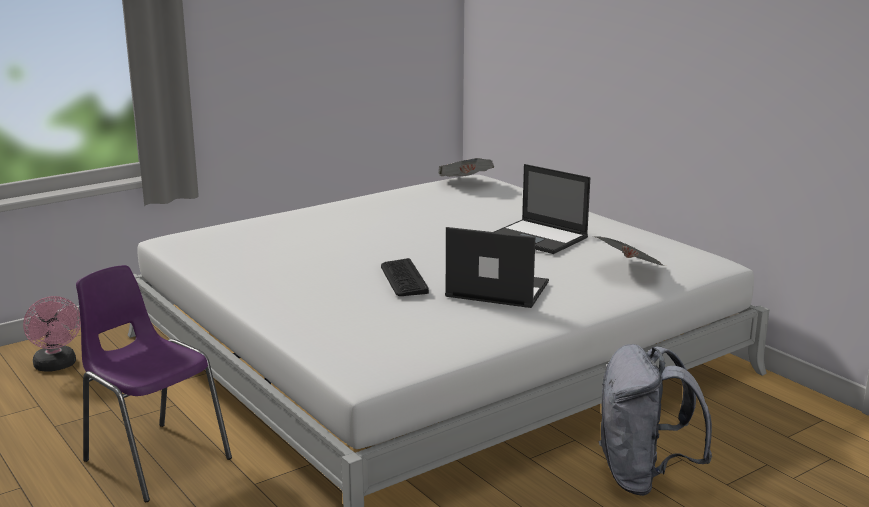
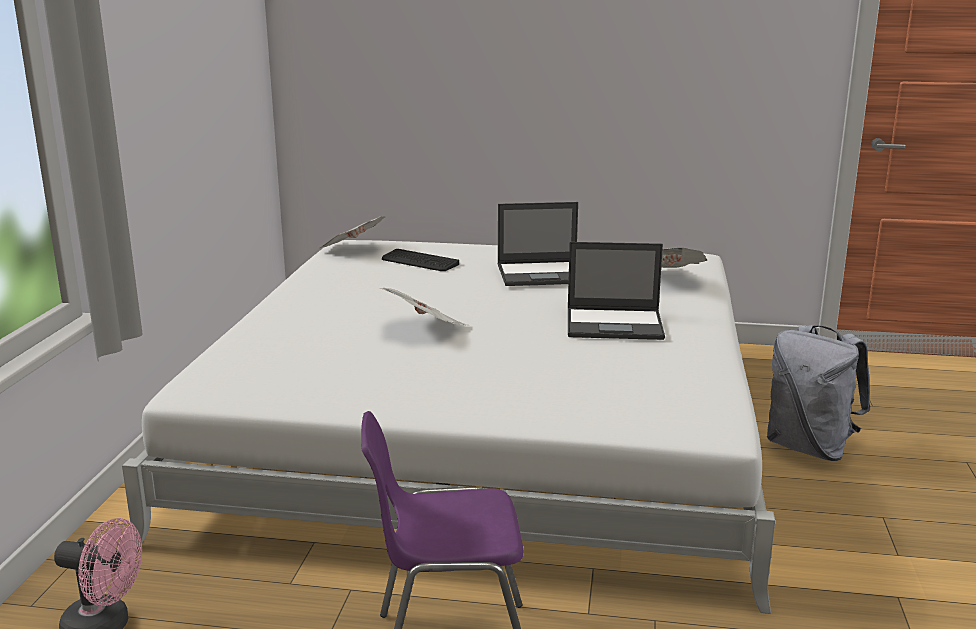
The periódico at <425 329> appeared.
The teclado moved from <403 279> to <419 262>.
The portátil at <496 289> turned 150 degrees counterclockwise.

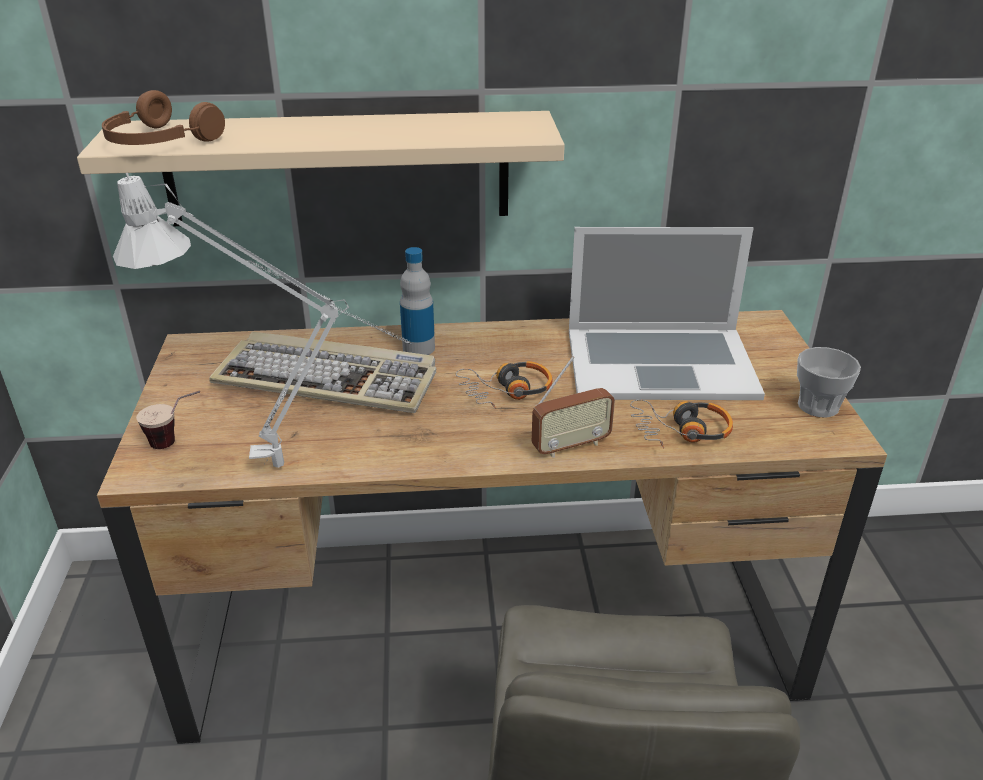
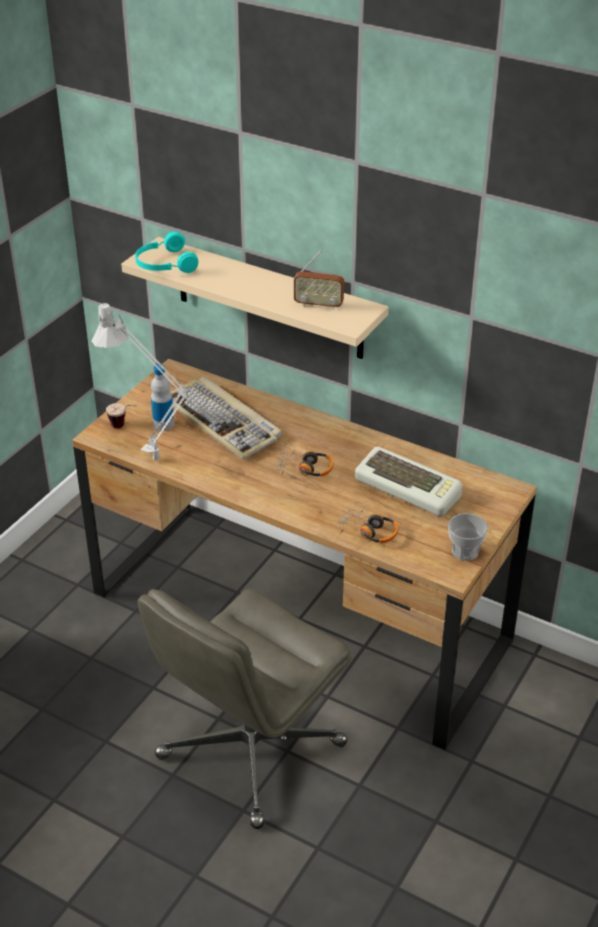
The botella moved from <418 348> to <163 424>.
The radio moved from <570 446> to <318 305>.
The portátil at <659 363> was replaced by the teclado at <409 487>.
The auriculares [marrón] at <158 142> became the auriculares [turquesa] at <164 264>.

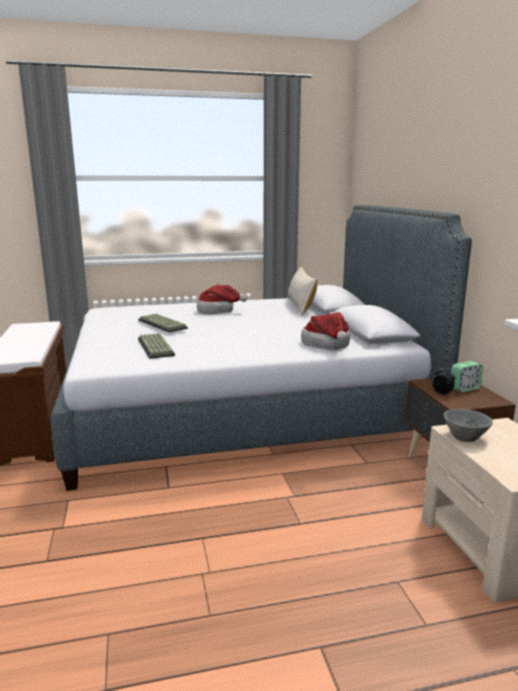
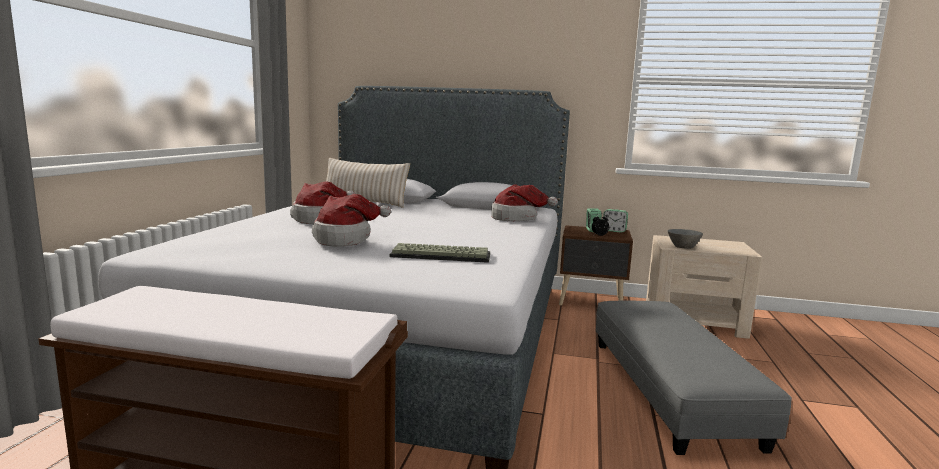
The puf [gris] at <669 390> appeared.
The despertador at <614 231> appeared.
The teclado at <163 324> was replaced by the sombrero at <346 239>.

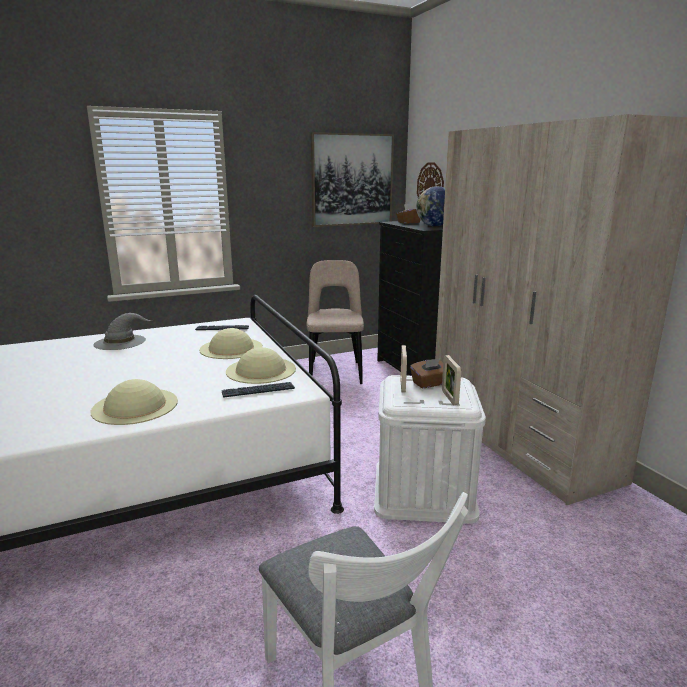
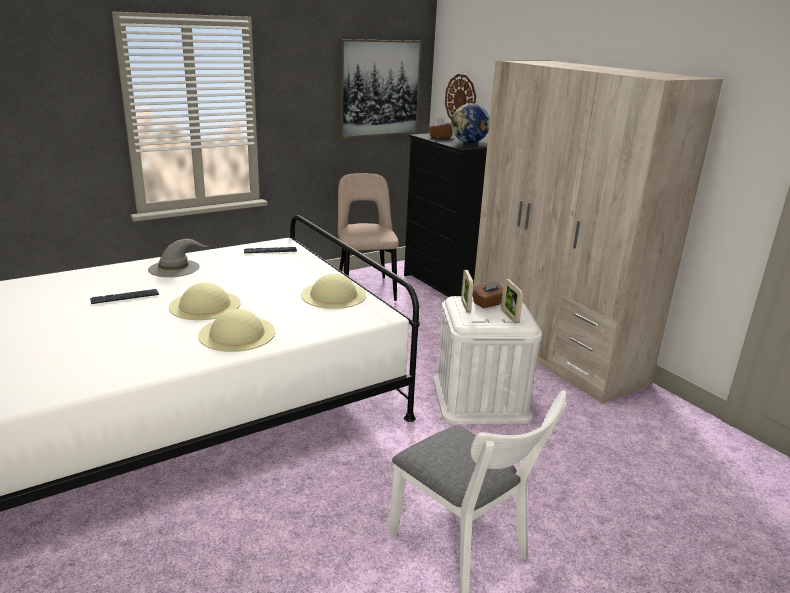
The sombrero [beis] moved from <231 348> to <205 305>.
The teclado moved from <258 391> to <125 297>.

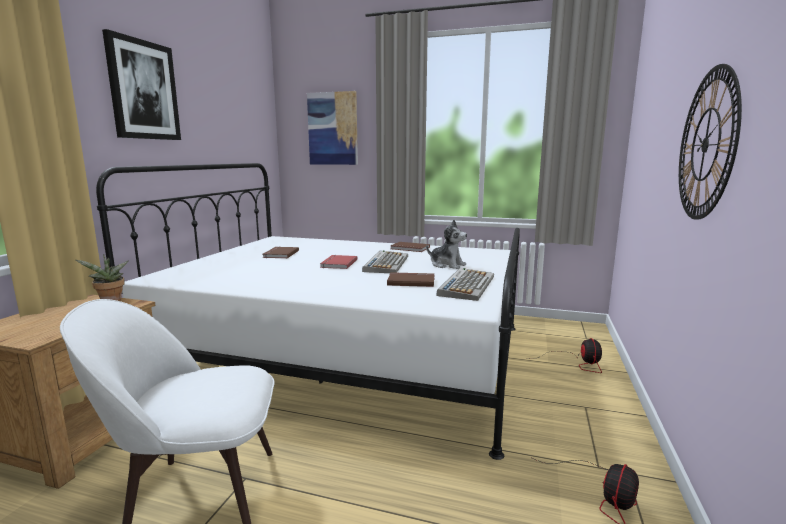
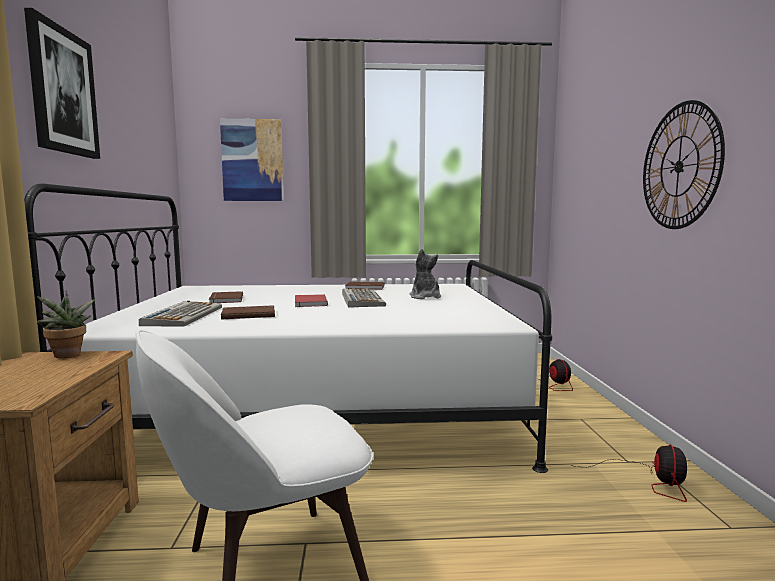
The libro [marrón] moved from <411 281> to <248 314>.
The teclado moved from <466 285> to <183 315>.
The peluche at <447 265> turned 120 degrees counterclockwise.

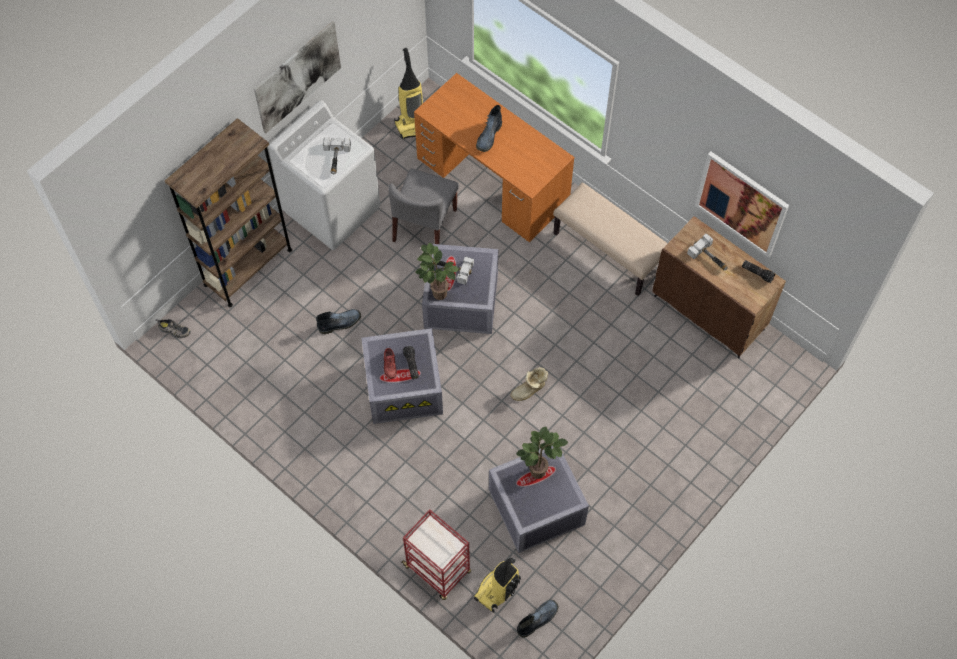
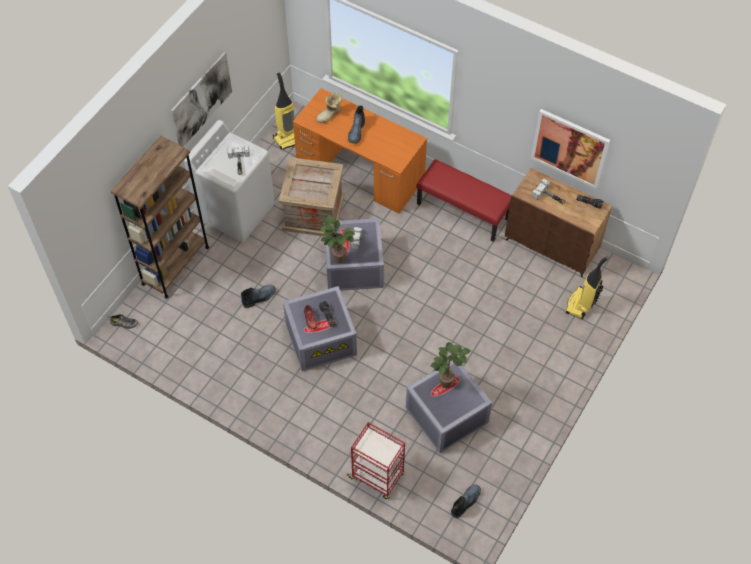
The aspiradora moved from <498 590> to <581 304>.
The bota moved from <529 390> to <330 115>.
The silla [gris] at <425 226> was replaced by the caja de embalaje at <313 213>.
The banco [beis] at <609 251> became the banco [rojo] at <463 211>.

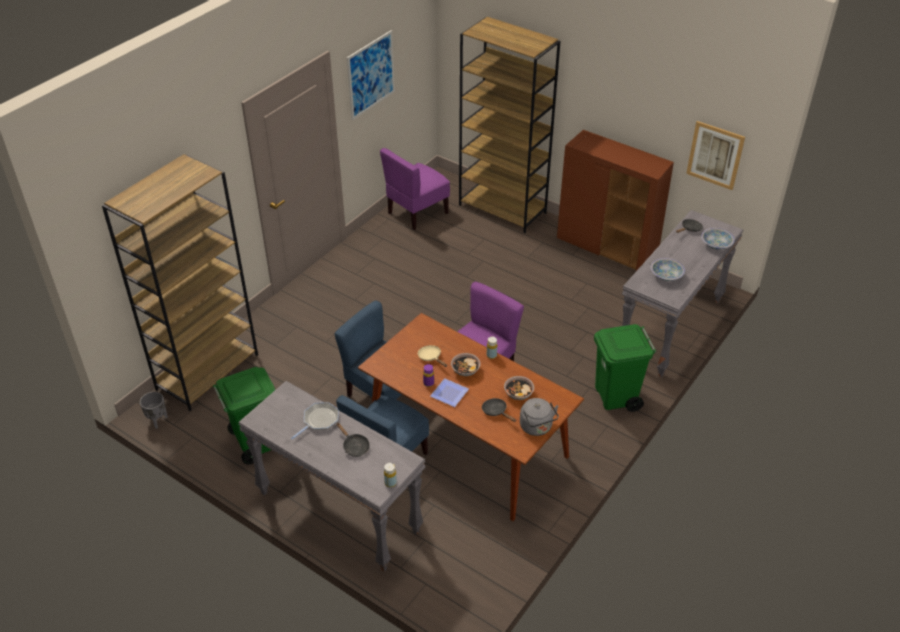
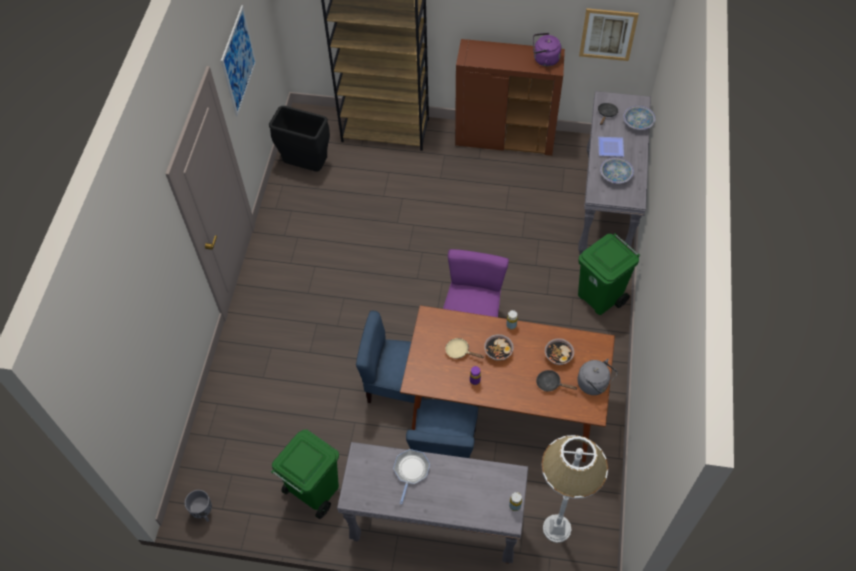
The estantería [marrón] at <208 371> disappeared.
The sartén [negro] at <354 446> disappeared.
The hervidor [morado] at <544 59> appeared.
The lámpara de pie [blanco] at <556 529> appeared.
The plato moved from <448 394> to <609 148>.
The silla [morado] at <417 213> was replaced by the papelera [negro] at <306 167>.

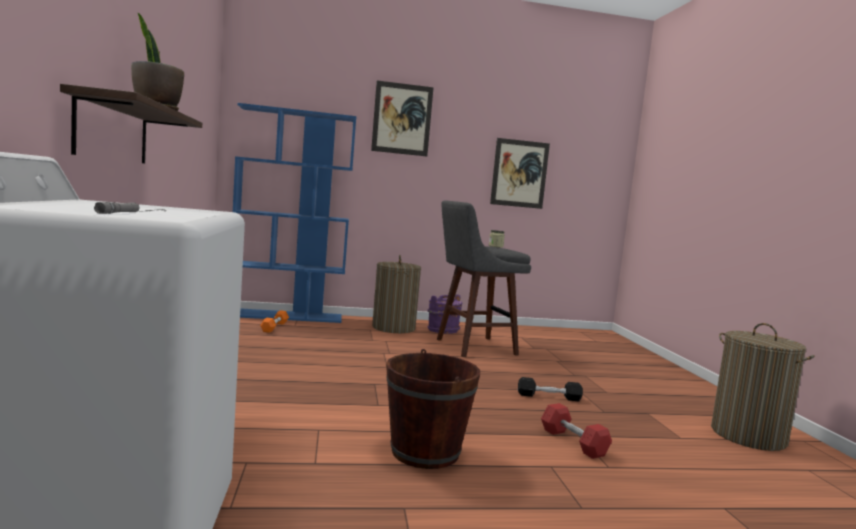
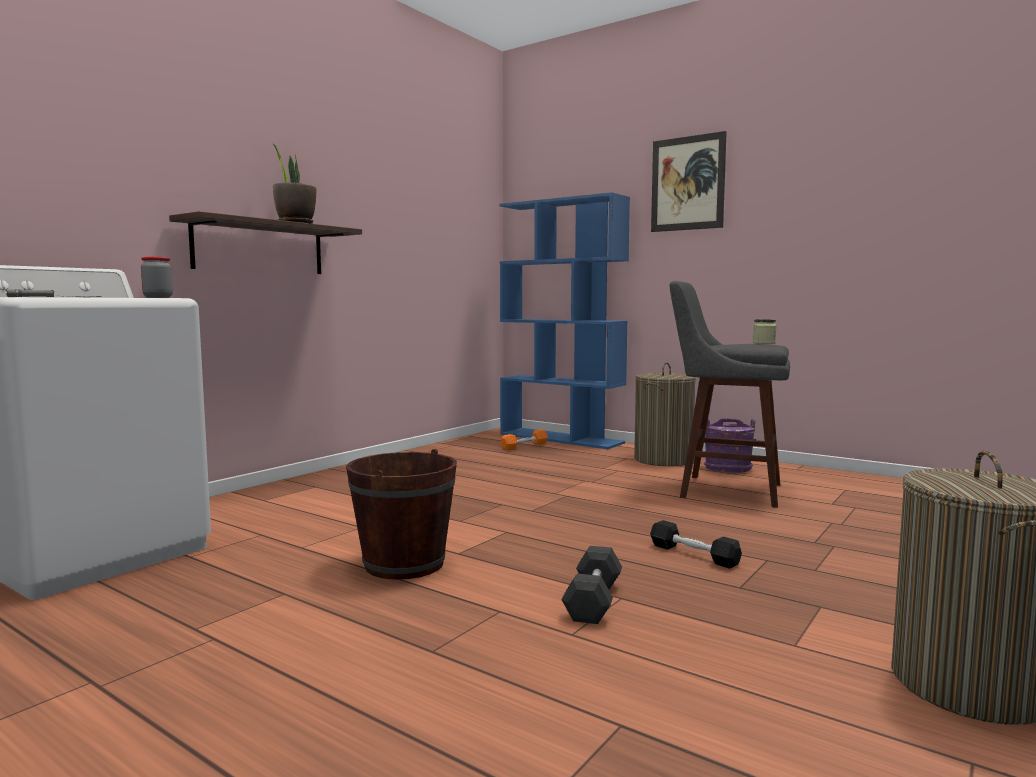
The cuadro at <519 173> disappeared.
The tarro at <158 297> appeared.
The mancuerna [rojo] at <573 442> became the mancuerna [gris] at <593 601>.

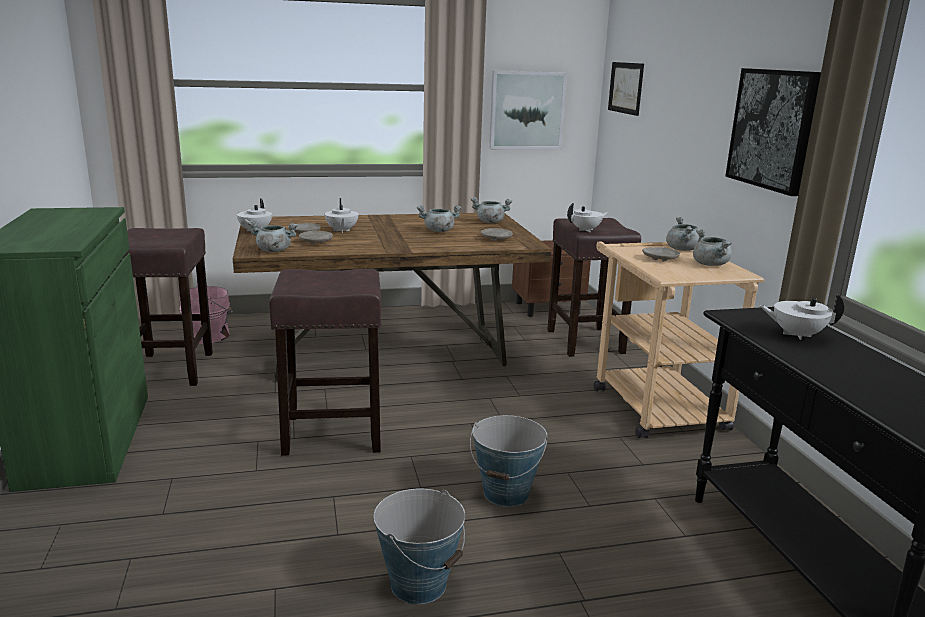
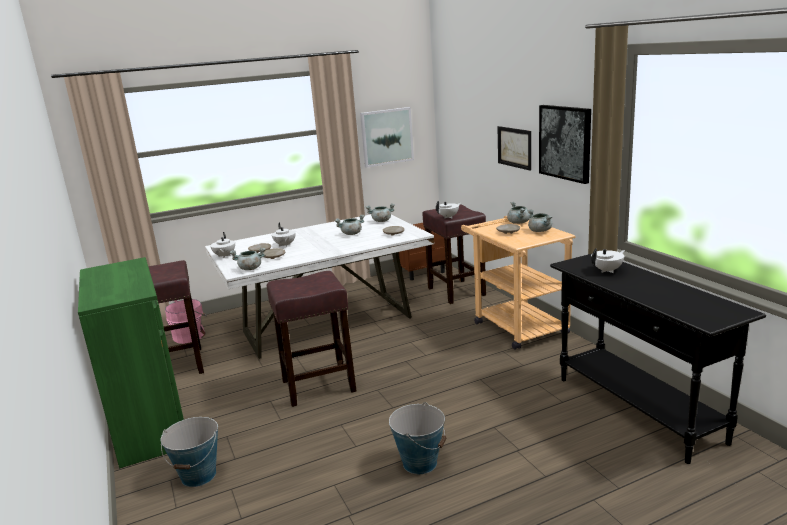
The cubo moved from <506 493> to <199 475>.
The cuadro moved from <626 88> to <514 147>.
The mesa de comedor [marrón] at <387 354> became the mesa de comedor [blanco] at <326 325>.
The tetera [blanco] at <796 335> turned 150 degrees clockwise.

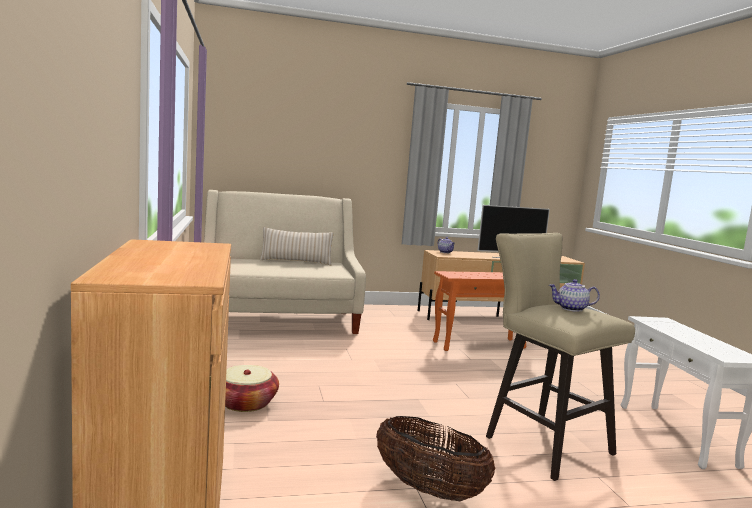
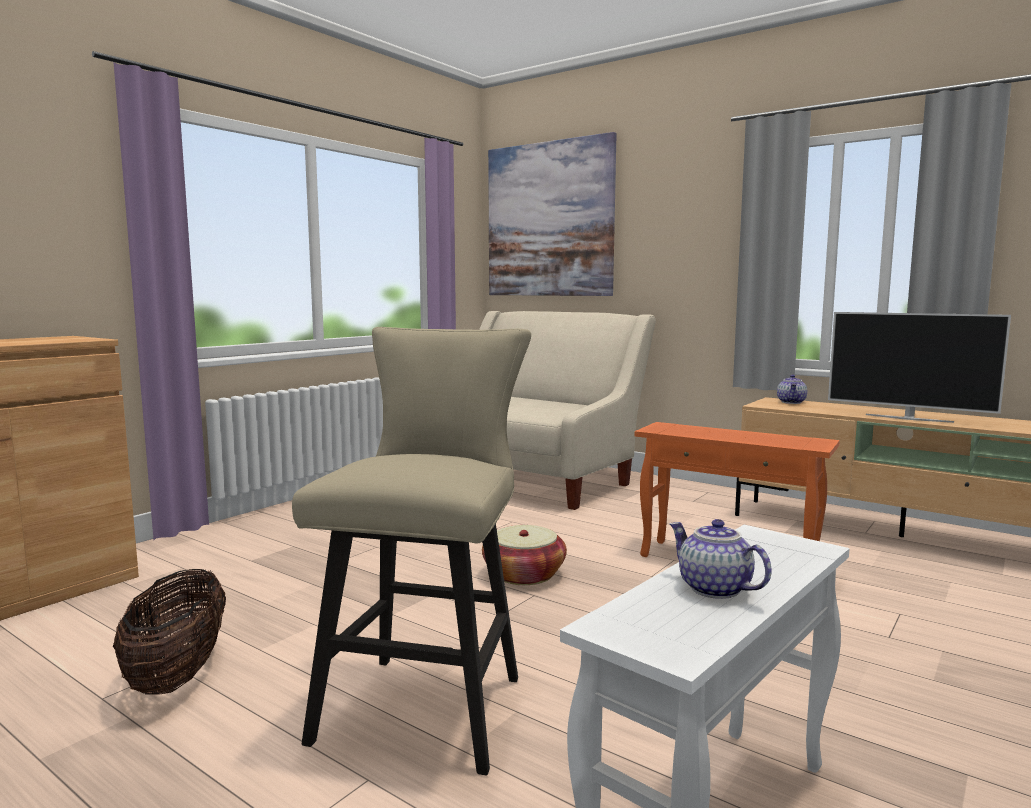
The cojín [beis] at <296 261> disappeared.
The cuadro at <549 220> appeared.
The cesta moved from <245 403> to <524 575>.
The tetera moved from <571 309> to <713 589>.

